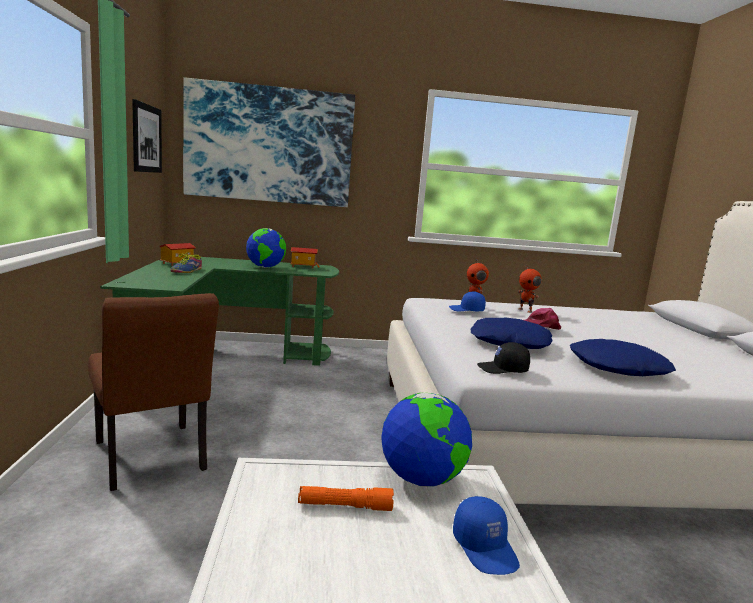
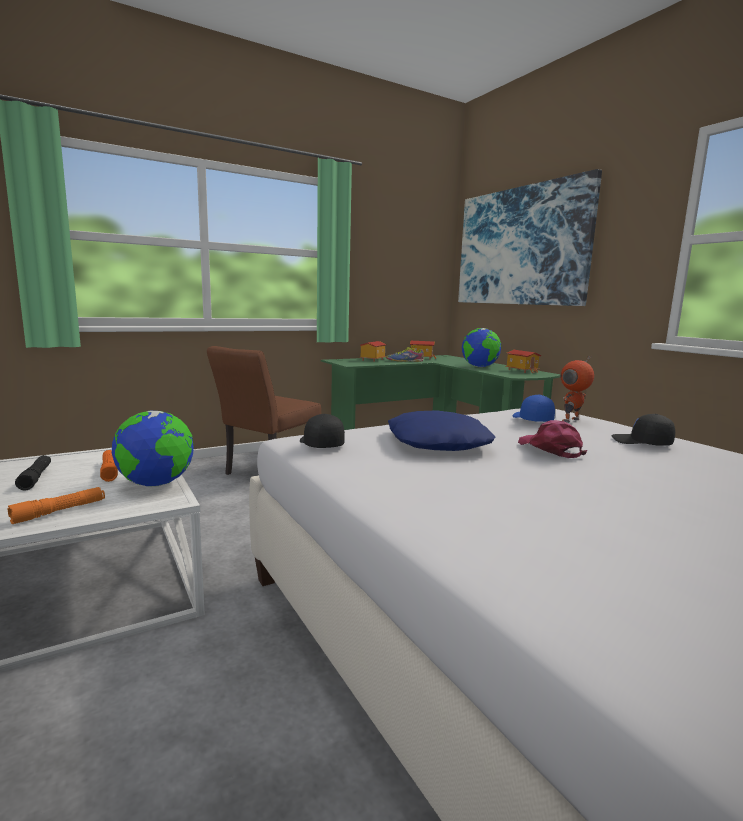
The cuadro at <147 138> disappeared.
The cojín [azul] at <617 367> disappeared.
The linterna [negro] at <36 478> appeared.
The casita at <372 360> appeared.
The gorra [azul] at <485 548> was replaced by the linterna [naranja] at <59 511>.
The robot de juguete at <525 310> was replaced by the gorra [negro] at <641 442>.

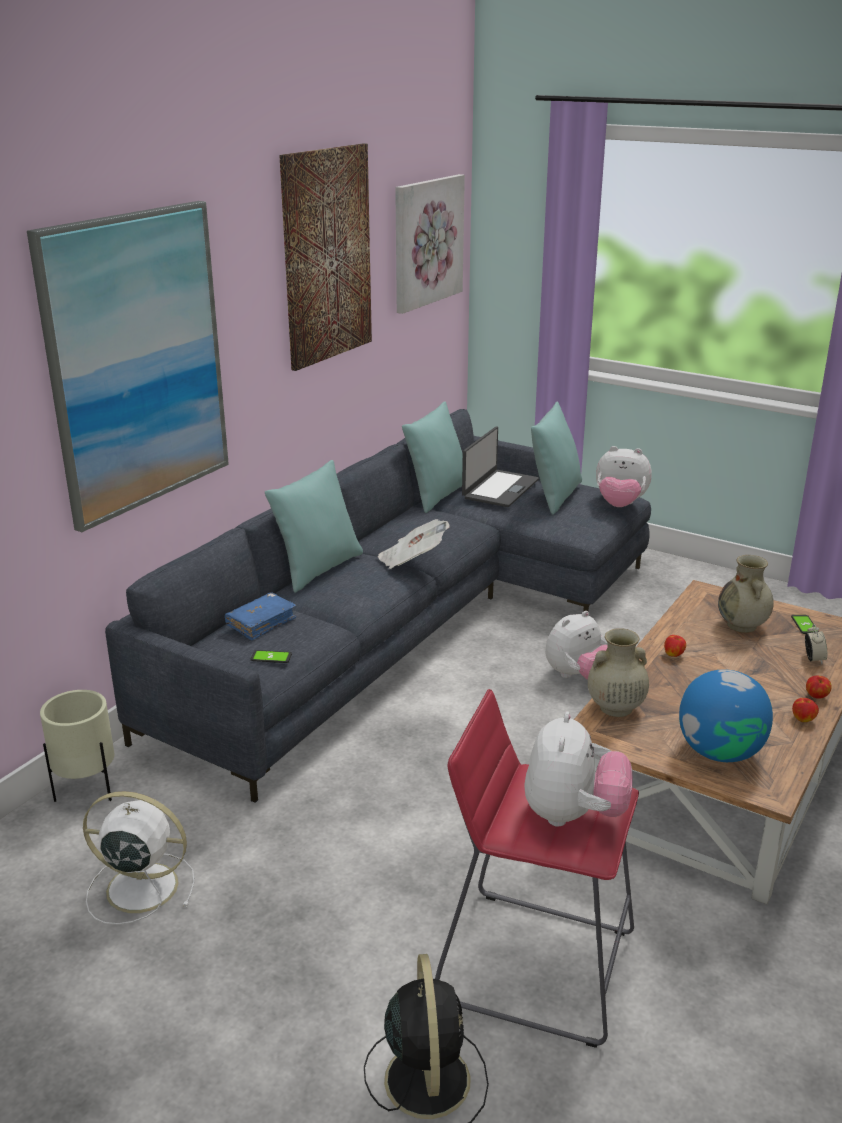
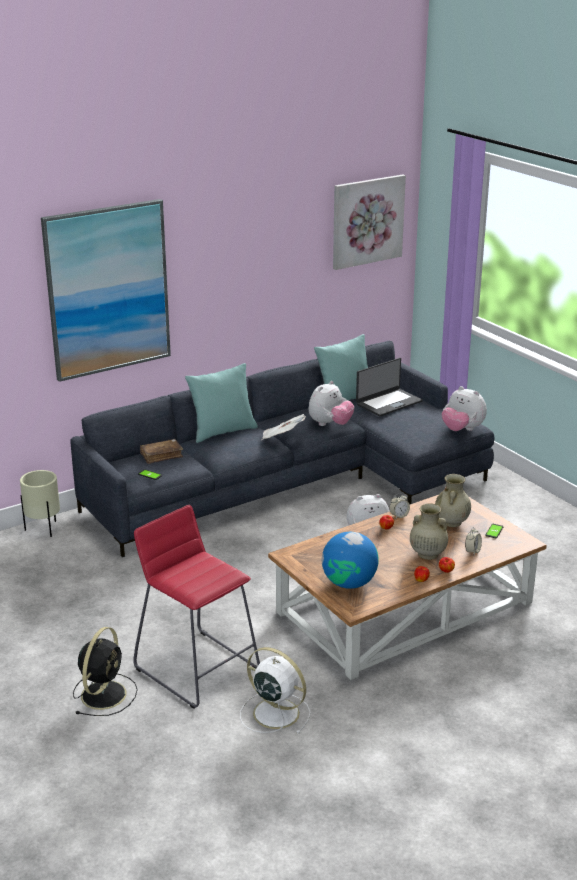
The cuadro at <326 256> disappeared.
The cojín [turquesa] at <554 496> disappeared.
The despertador at <399 516> appeared.
The ventilador [blanco] moved from <139 887> to <274 713>.
The peluche moved from <573 815> to <330 424>.
The florero [beis] moved from <615 708> to <427 554>.
The libro [azul] at <261 623> became the libro [marrón] at <161 455>.

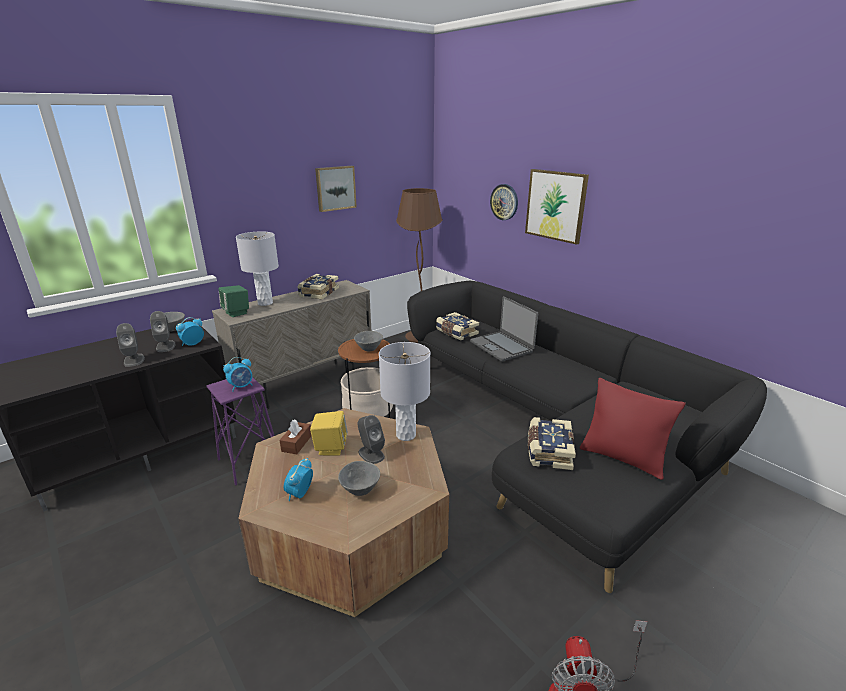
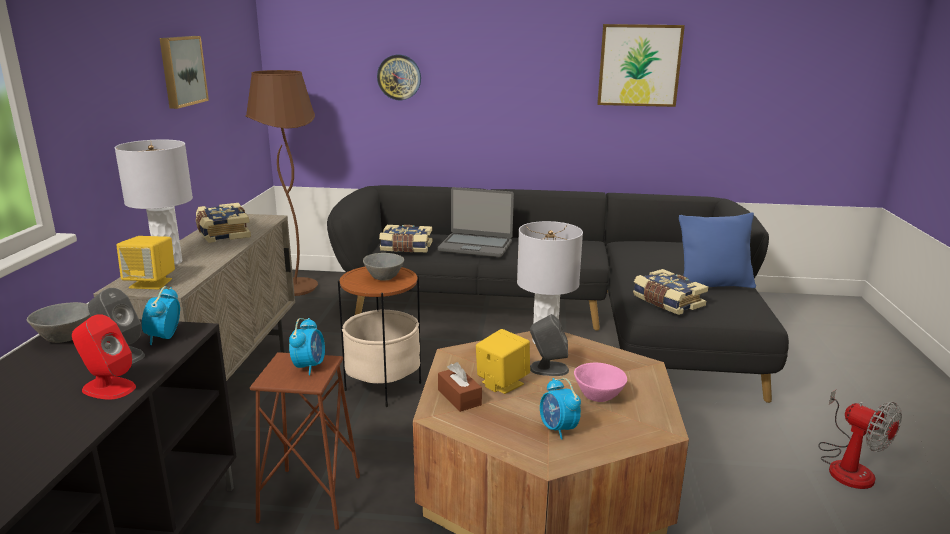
The cuadro moved from <555 205> to <639 65>.
The altavoz [gris] at <134 360> became the altavoz [rojo] at <108 388>.
The taburete [morado] at <250 462> became the taburete [marrón] at <310 498>.
The altavoz [verde] at <236 313> became the altavoz [amarillo] at <151 283>.
The cuenco [gris] at <359 490> became the cuenco [rosa] at <598 397>.
The cojín [rojo] at <622 458> became the cojín [azul] at <713 286>.

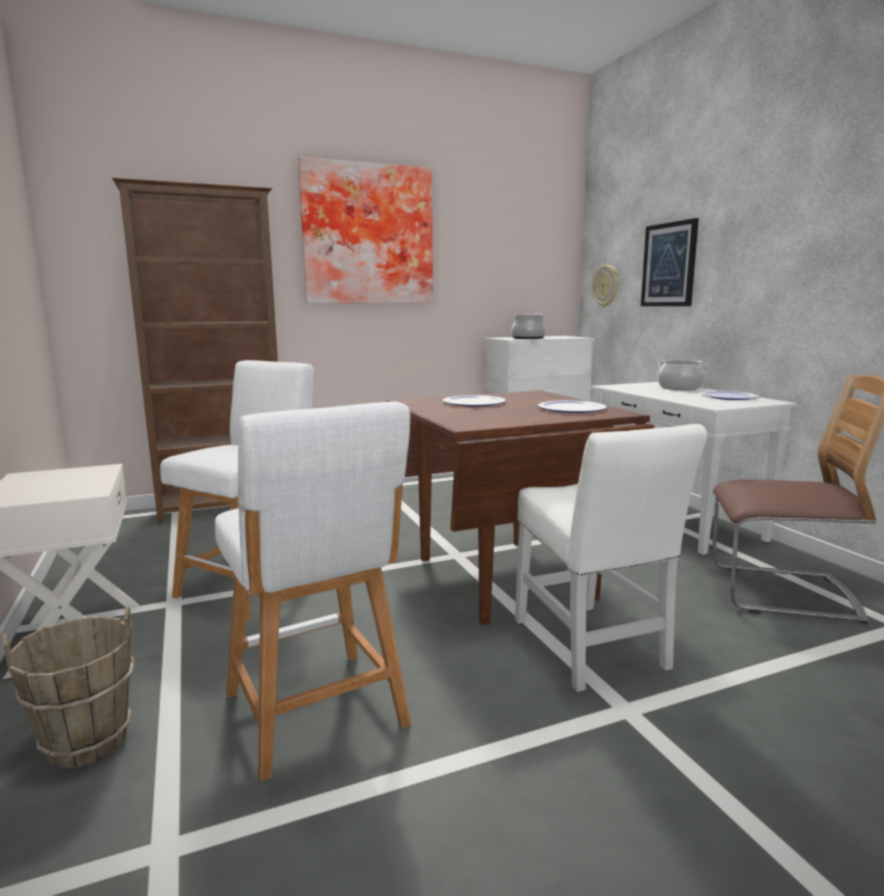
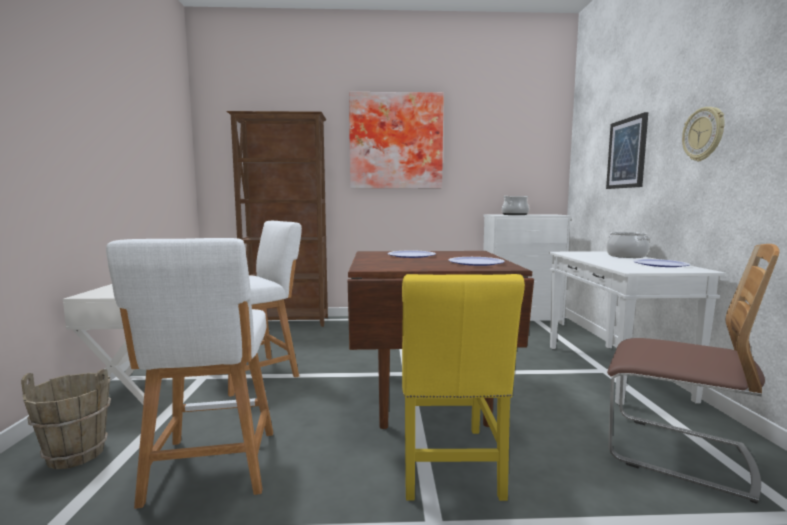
The reloj de pared moved from <606 286> to <703 134>.
The silla [blanco] at <591 648> became the silla [amarillo] at <449 466>.

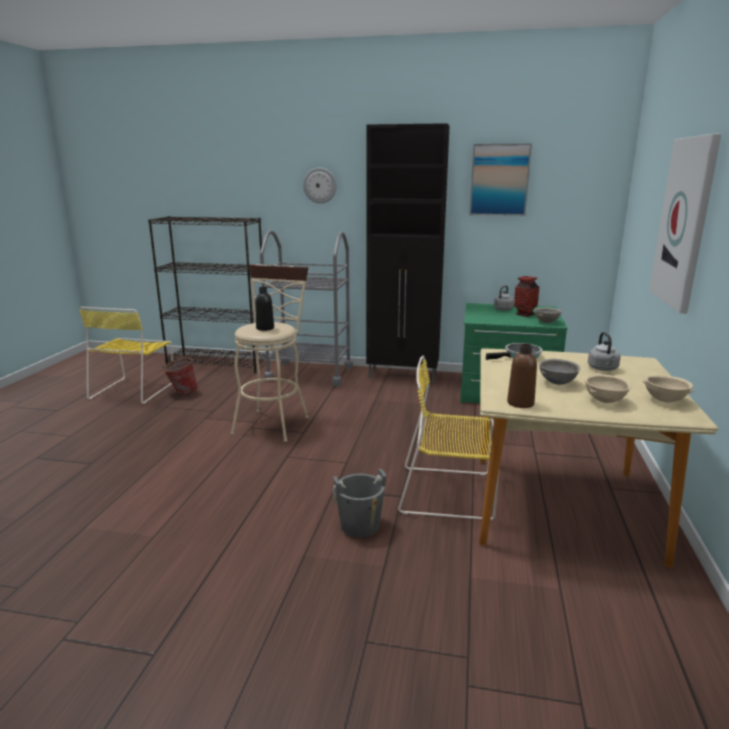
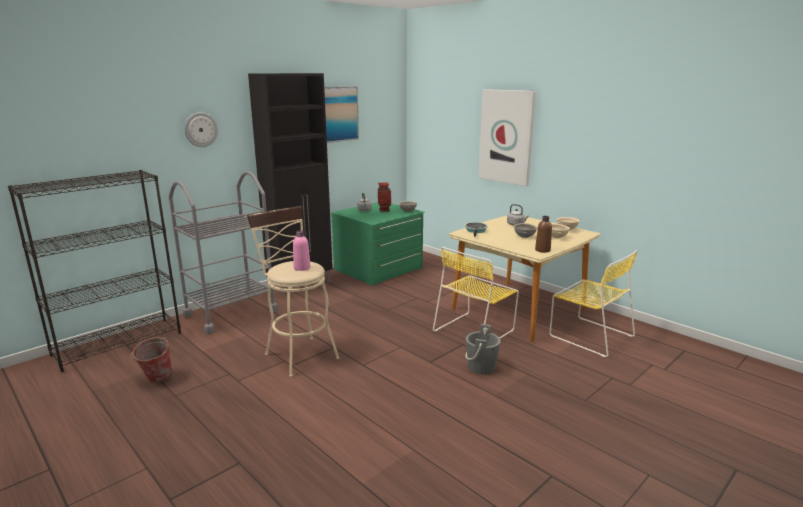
The silla [amarillo] moved from <134 389> to <589 335>.
The botella [negro] at <265 328> became the botella [rosa] at <302 268>.

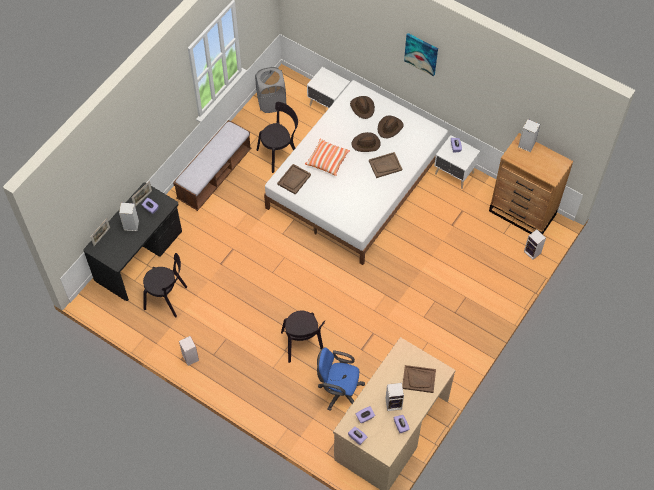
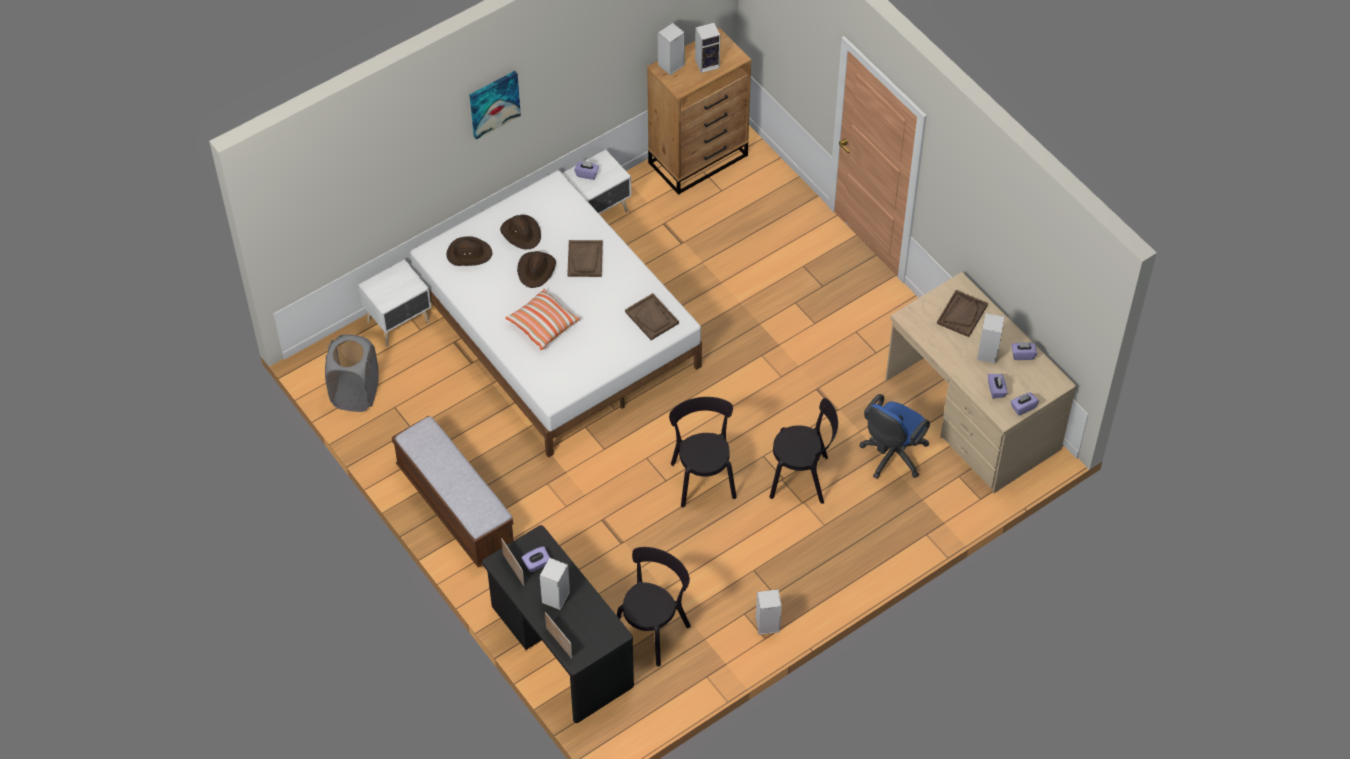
The silla [negro] moved from <280 153> to <703 477>.
The bandeja [marrón] moved from <294 180> to <652 318>.
The altavoz moved from <533 252> to <708 63>.

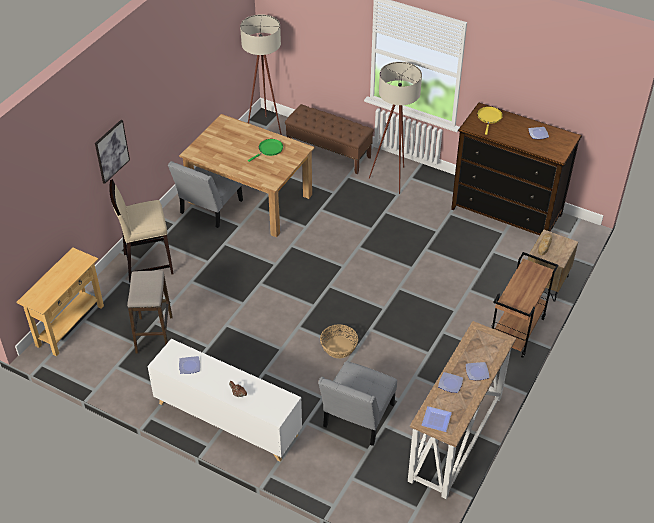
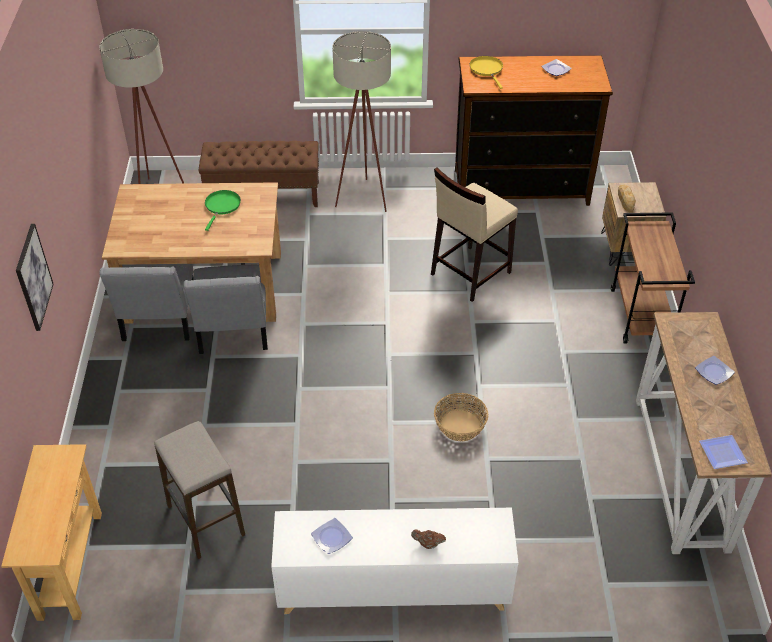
The plato at <450 384> disappeared.
The taburete [beis] moved from <147 263> to <469 273>.
The silla [gris] moved from <357 419> to <233 331>.

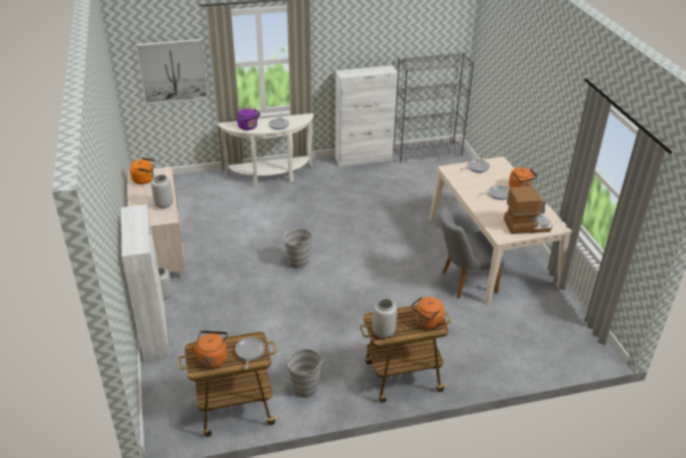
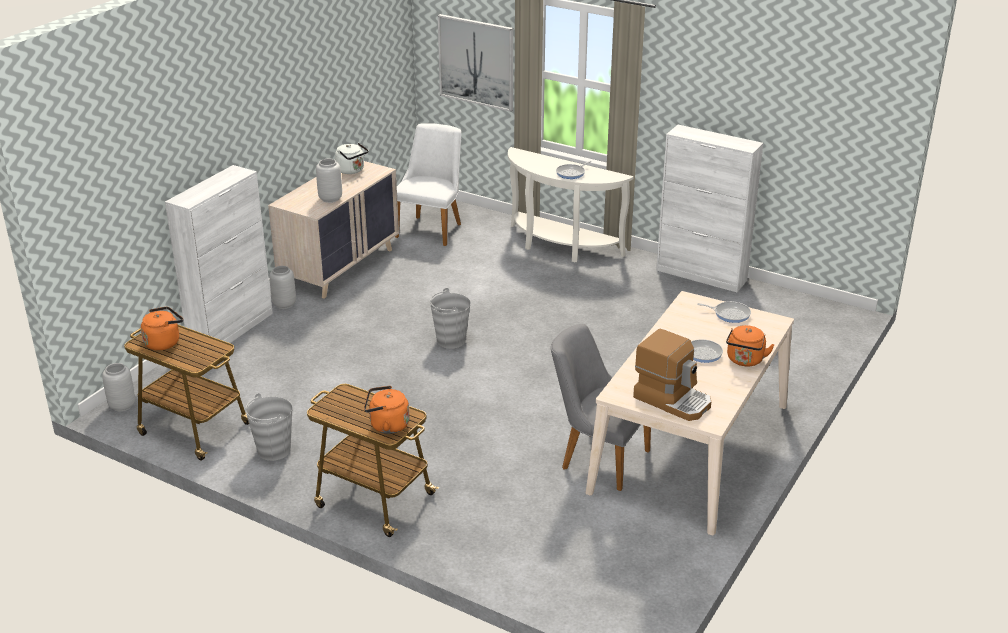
The sartén at <249 352> disappeared.
The hervidor [morado] at <248 127> disappeared.
The estantería [gris] at <427 152> disappeared.
The silla [blanco] at <432 228> appeared.
The florero [gris] moved from <383 332> to <122 405>.
The hervidor [naranja] at <145 180> became the hervidor [blanco] at <352 170>.

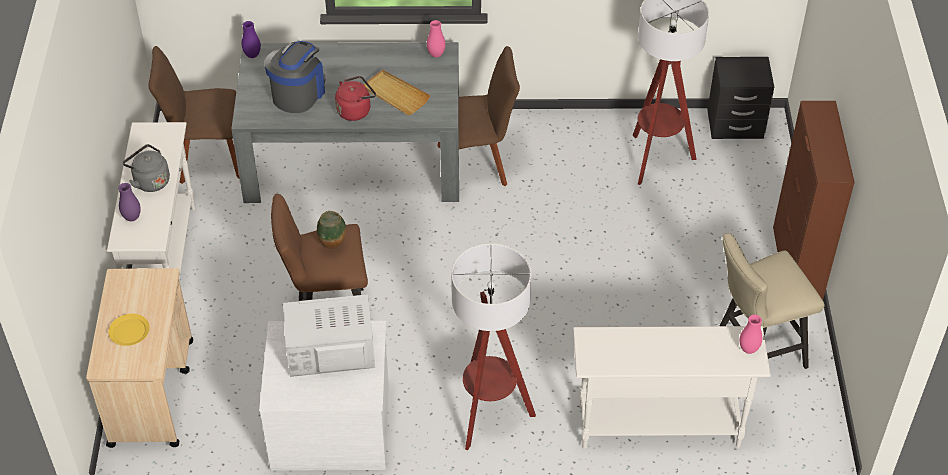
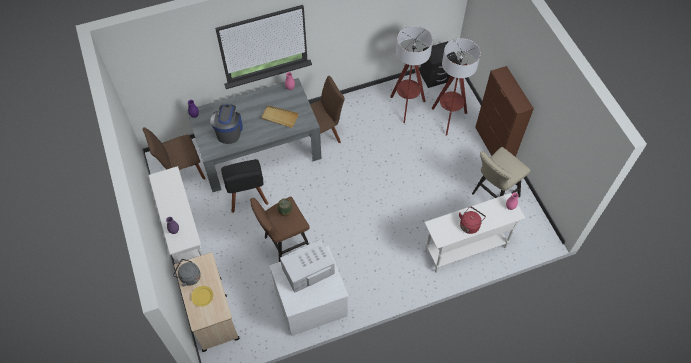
The silla [negro] at <247 196> appeared.
The hervidor [gris] moved from <150 181> to <189 277>.
The hervidor [rojo] moved from <355 110> to <470 225>.
The lámpara de pie moved from <489 415> to <448 118>.

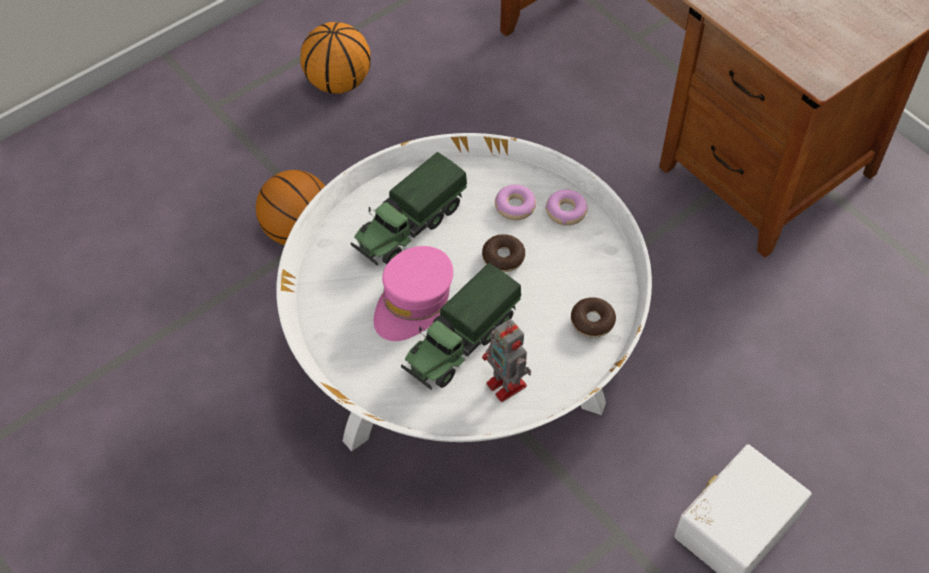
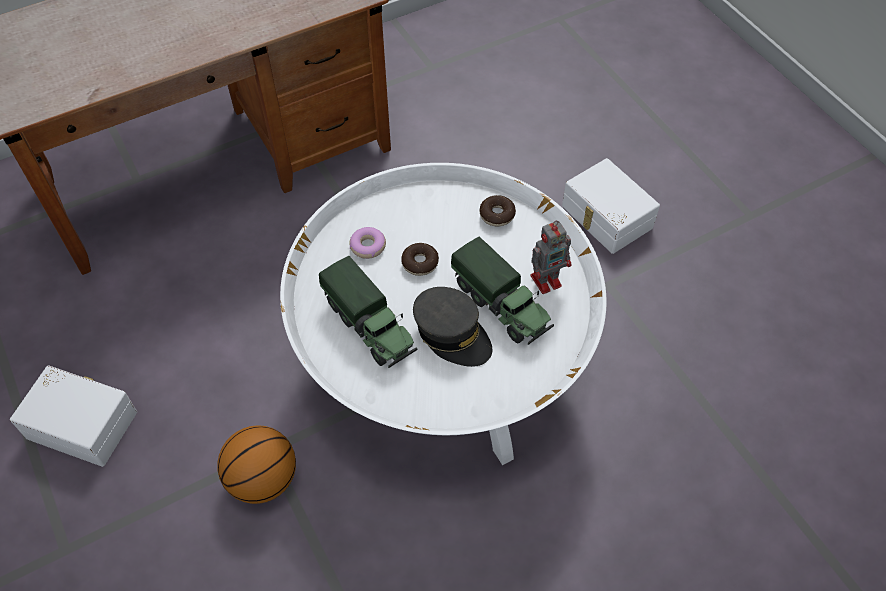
The rosquilla at <566 211> disappeared.
The balón de baloncesto at <338 81> was replaced by the caja de almacenaje [blanco] at <83 422>.
The gorra [rosa] at <413 302> became the gorra [gris] at <452 334>.

